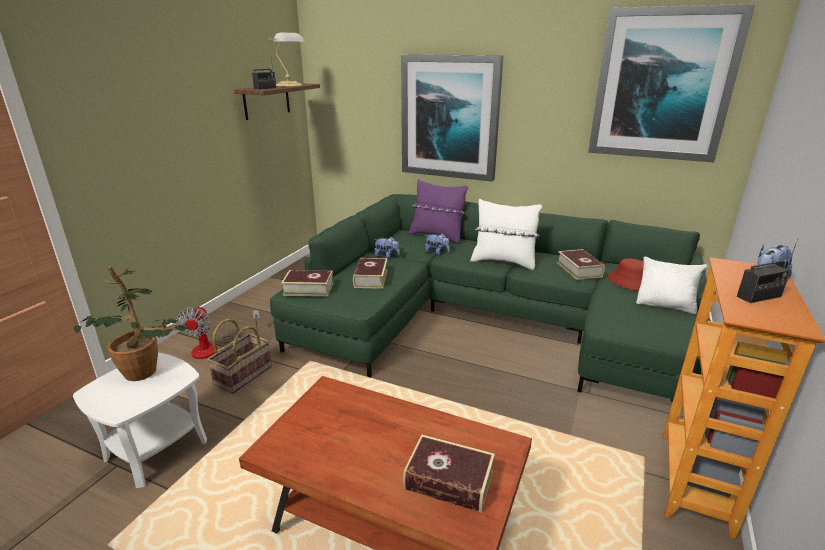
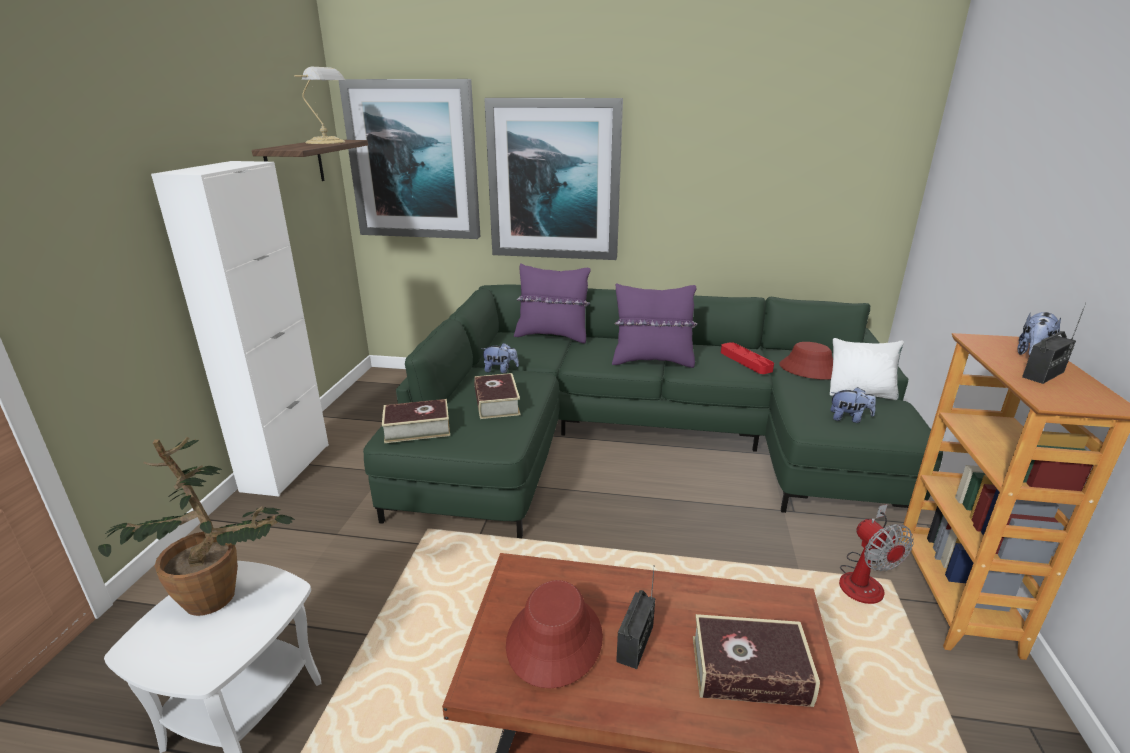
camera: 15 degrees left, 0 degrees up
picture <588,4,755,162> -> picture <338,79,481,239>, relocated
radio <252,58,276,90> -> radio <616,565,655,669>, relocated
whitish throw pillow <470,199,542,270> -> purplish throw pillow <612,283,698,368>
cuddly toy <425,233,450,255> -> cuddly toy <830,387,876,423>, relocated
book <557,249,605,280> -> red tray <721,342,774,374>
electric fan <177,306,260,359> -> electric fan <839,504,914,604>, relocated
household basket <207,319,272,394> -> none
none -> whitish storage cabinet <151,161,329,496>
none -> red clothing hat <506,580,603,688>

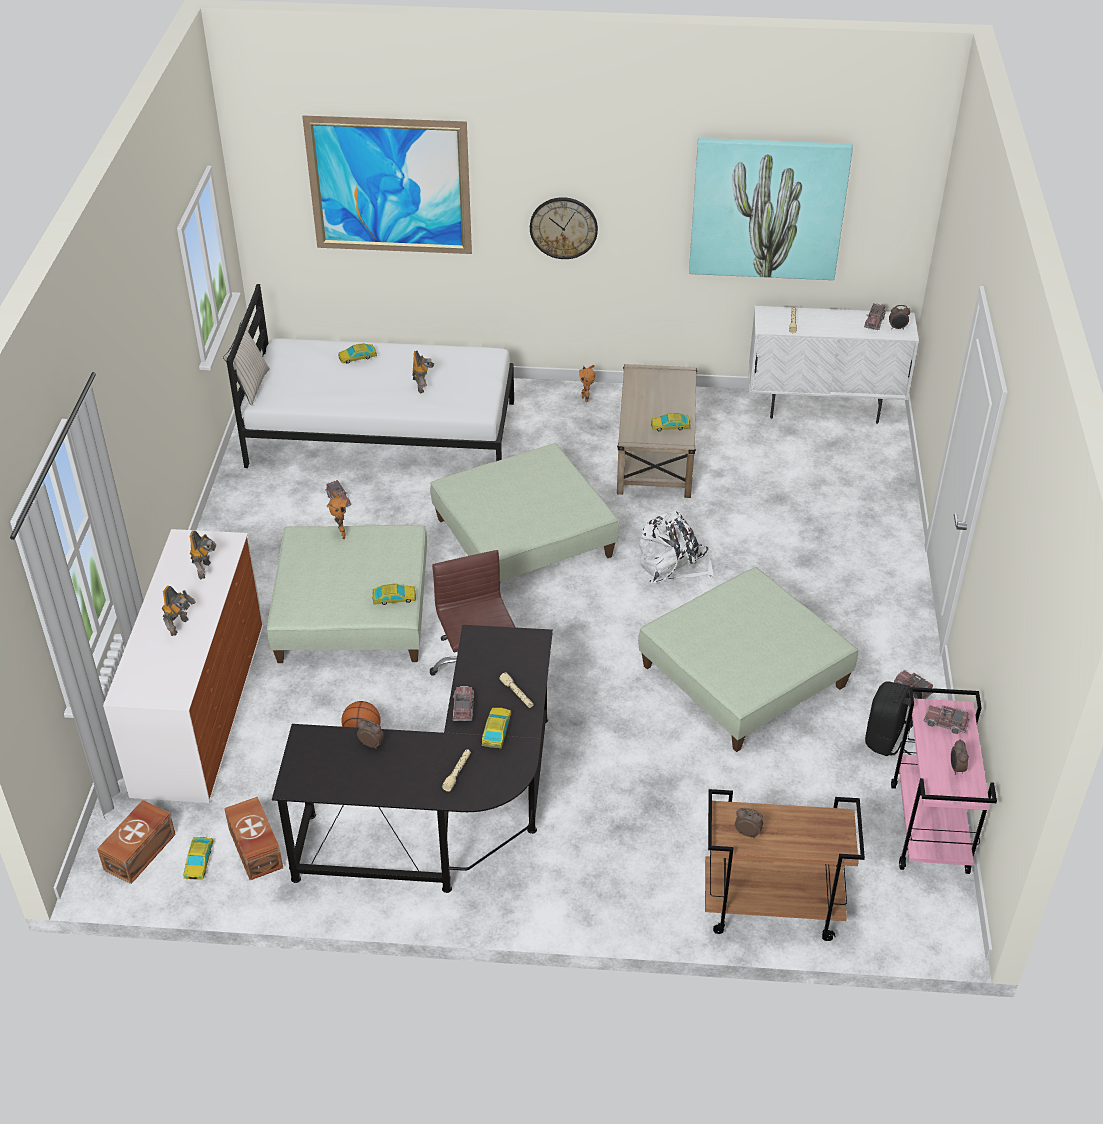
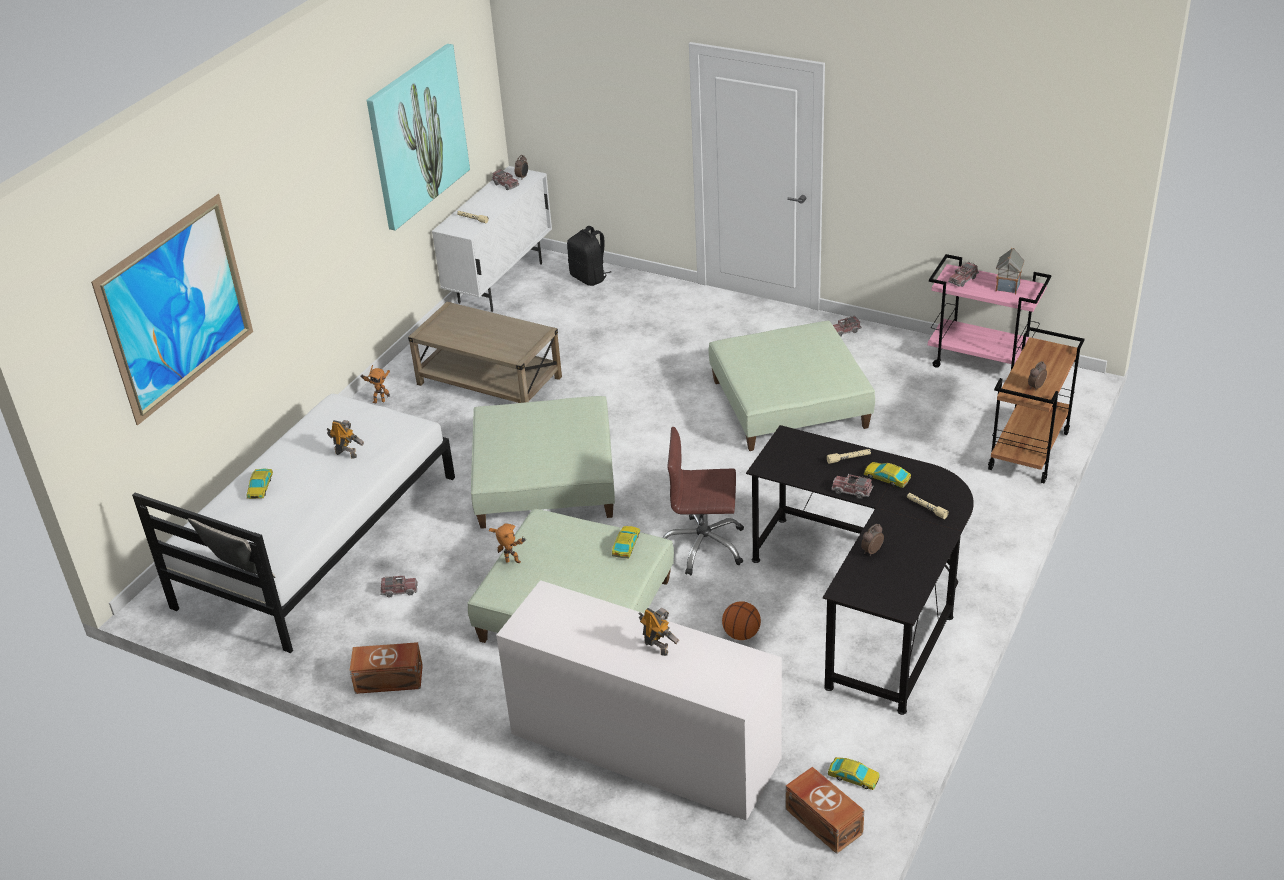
camera: 65 degrees left, 5 degrees down
hanging clock <530,197,598,259> -> none
miniature car <651,413,690,432> -> none
whitish rucksack <639,511,713,584> -> none
toy robot <189,531,216,580> -> none
blackish rucksack <865,681,922,756> -> blackish rucksack <567,226,611,286>, relocated
table clock <951,739,969,775> -> toy house <996,247,1024,294>
brown-coloured storage box <224,797,283,880> -> brown-coloured storage box <350,642,423,694>, relocated

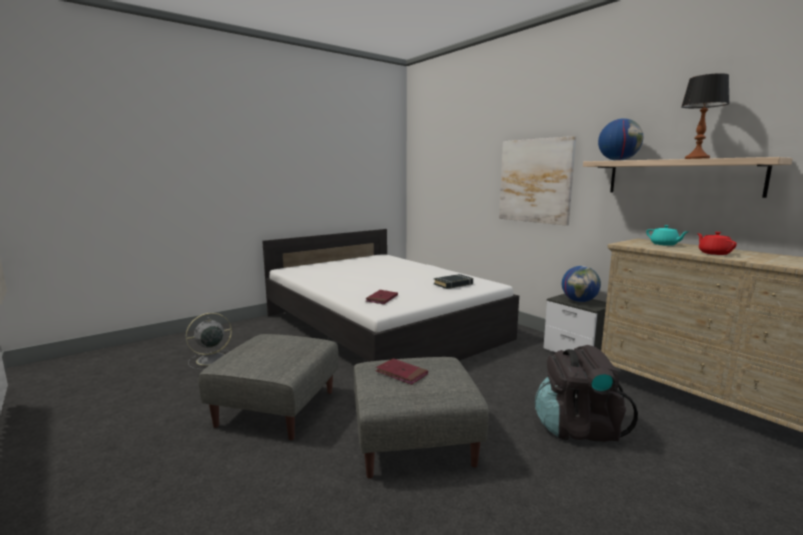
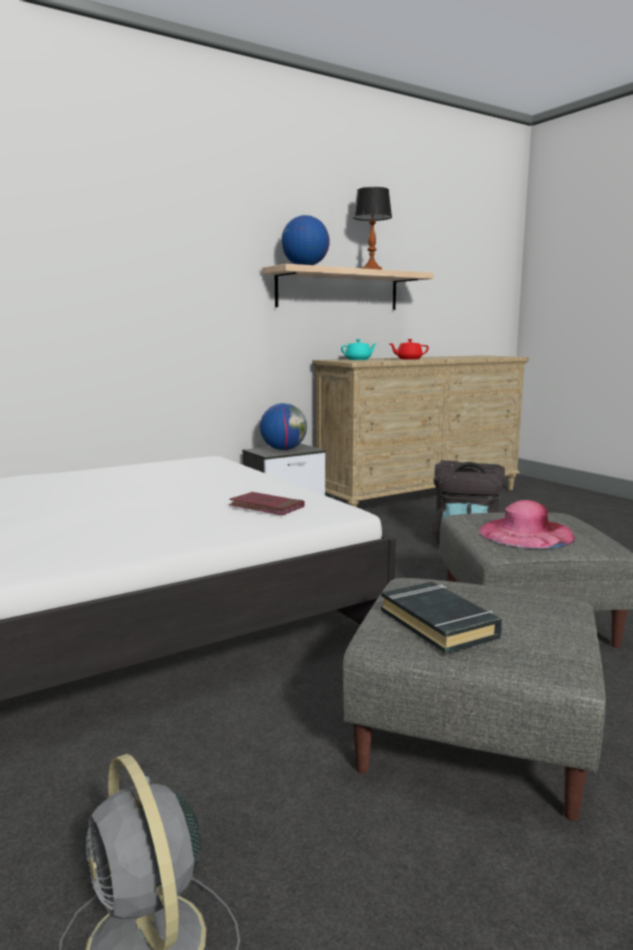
camera: 85 degrees left, 0 degrees up
picture <499,136,576,226> -> none
blackish book <434,274,473,289> -> blackish book <381,582,502,654>, relocated
red book <376,358,428,385> -> pink clothing hat <479,500,575,549>

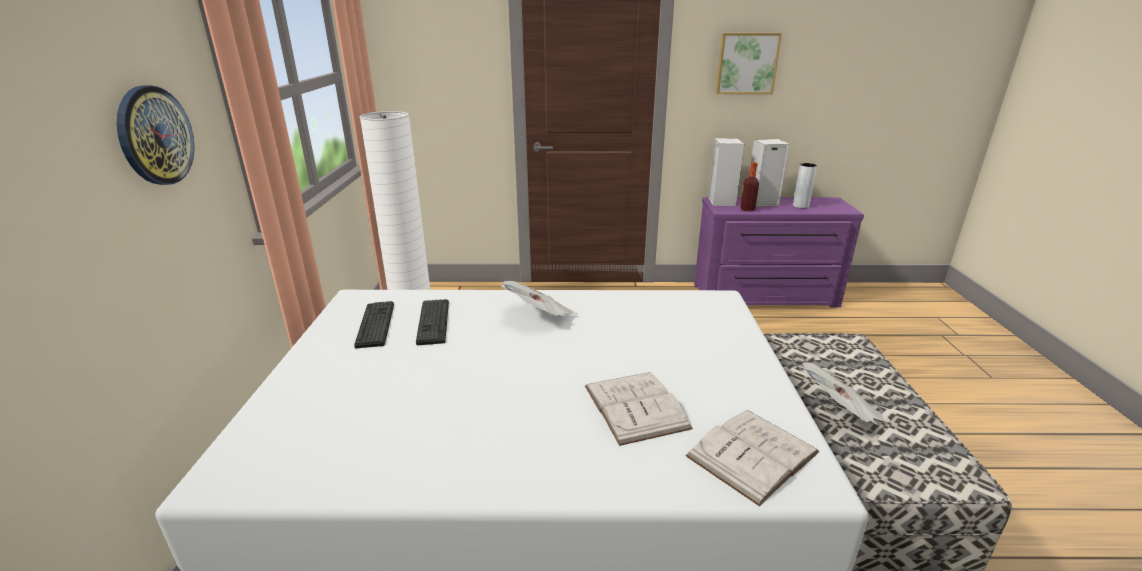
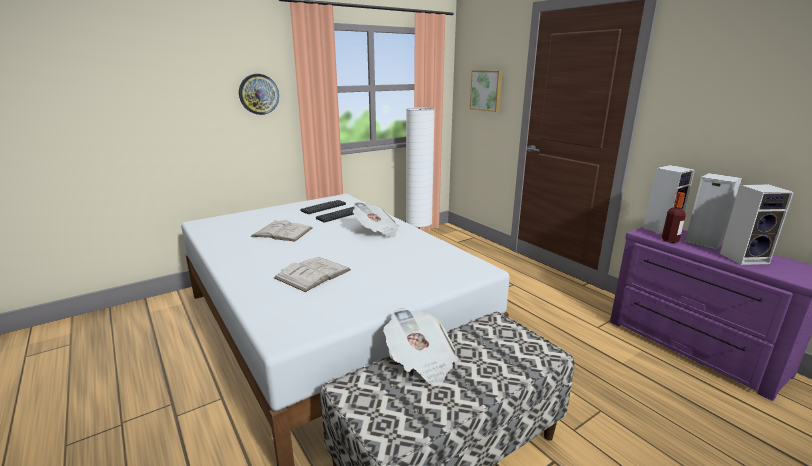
camera: 55 degrees right, 5 degrees down
picture <716,33,782,94> -> picture <470,70,502,112>, relocated
gray vase <793,163,817,208> -> loudspeaker <720,184,794,265>
whitish book <685,410,819,506> -> whitish book <250,220,312,241>, relocated

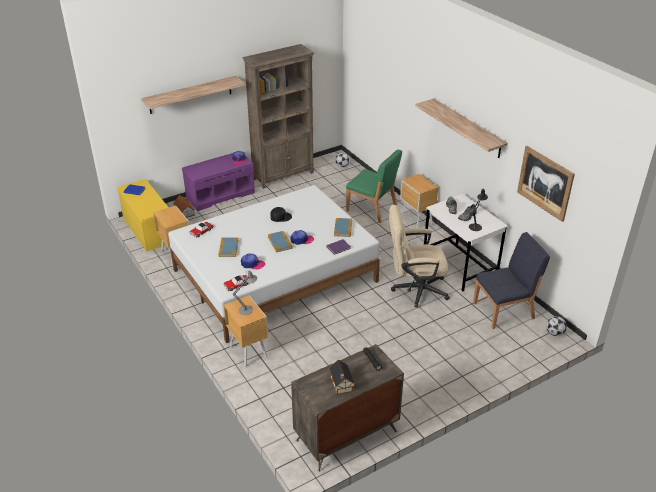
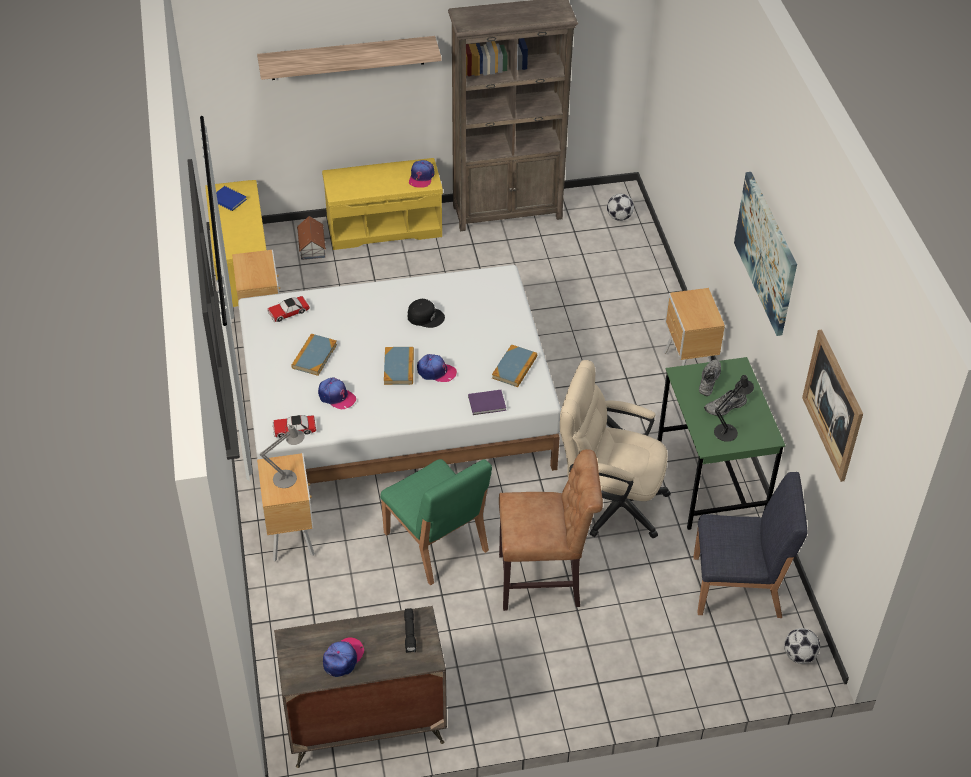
camera: 20 degrees right, 10 degrees up
shelf <415,99,508,158> -> picture <734,172,797,336>
green-coloured plain chair <346,150,402,223> -> green-coloured plain chair <380,459,492,585>, relocated
purplish indoor bench <182,153,255,211> -> yellowish indoor bench <322,158,443,250>
whitish desk unit <424,194,508,292> -> green-coloured desk unit <657,357,786,530>
toy house <329,360,355,394> -> baseball cap <323,638,364,677>
none -> brown-coloured plain chair <499,449,603,611>

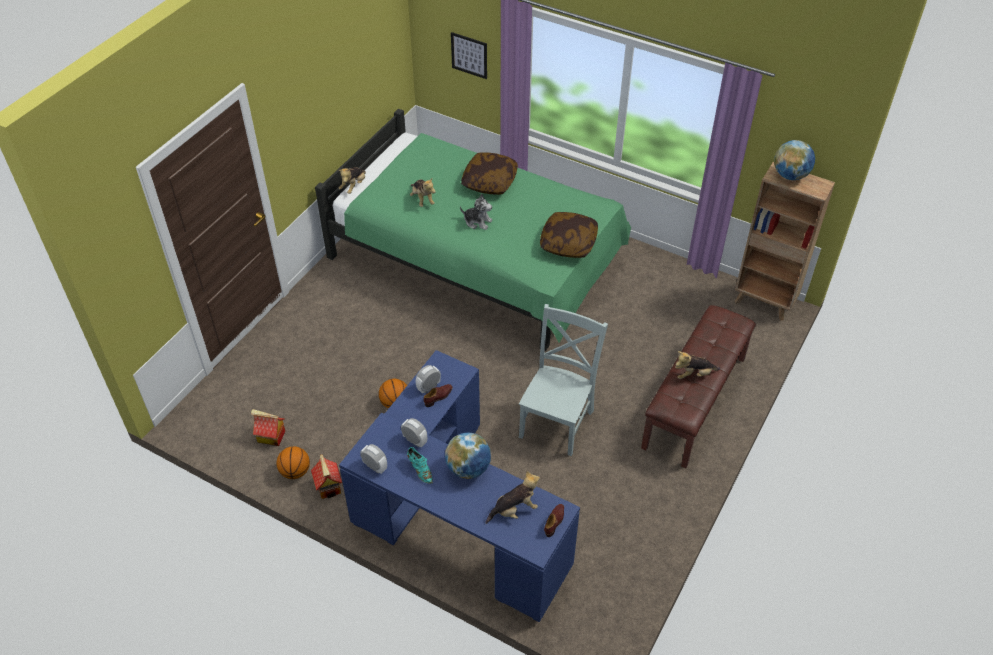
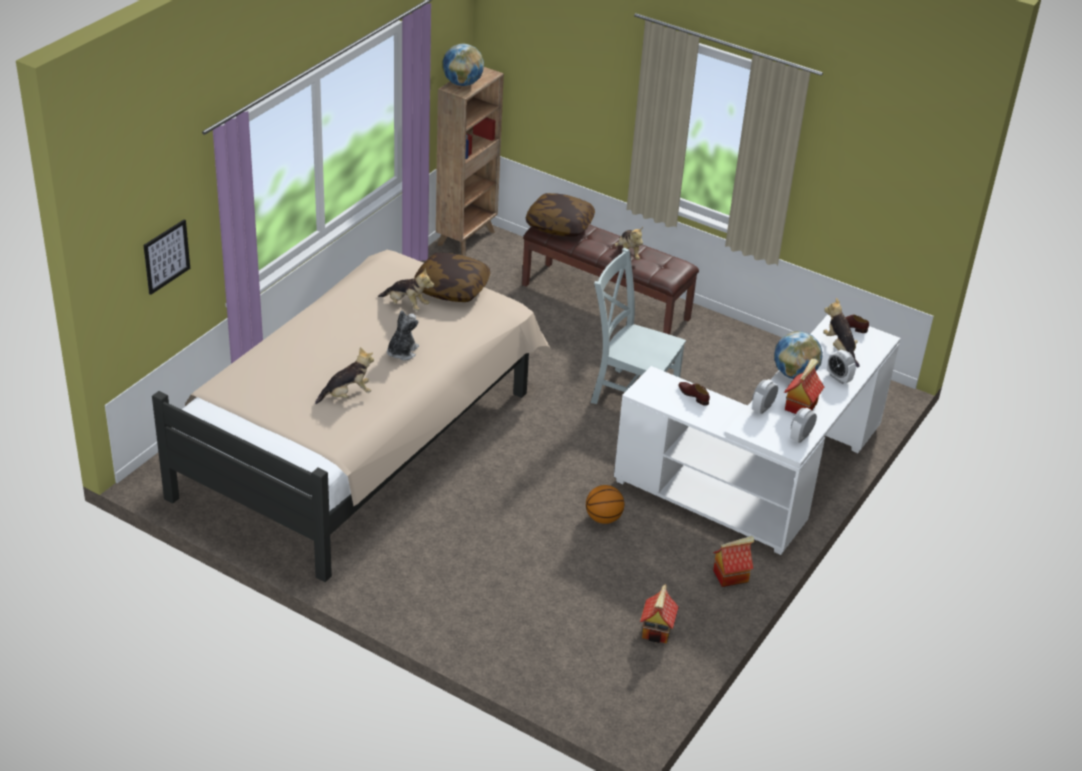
camera: 90 degrees left, 10 degrees down
green-coloured sleeping bed <315,109,631,351> -> beige sleeping bed <152,250,550,582>
throw pillow <461,152,518,195> -> throw pillow <526,193,595,237>, relocated
cuddly toy <339,167,366,194> -> cuddly toy <378,268,434,311>, relocated
blue-coloured desk unit <339,350,580,622> -> whitish desk unit <614,314,901,555>
table clock <416,365,441,394> -> table clock <827,350,856,384>, relocated
basketball ball <277,446,310,479> -> none
turquoise-coloured low shoe <407,447,433,484> -> toy house <784,359,824,414>

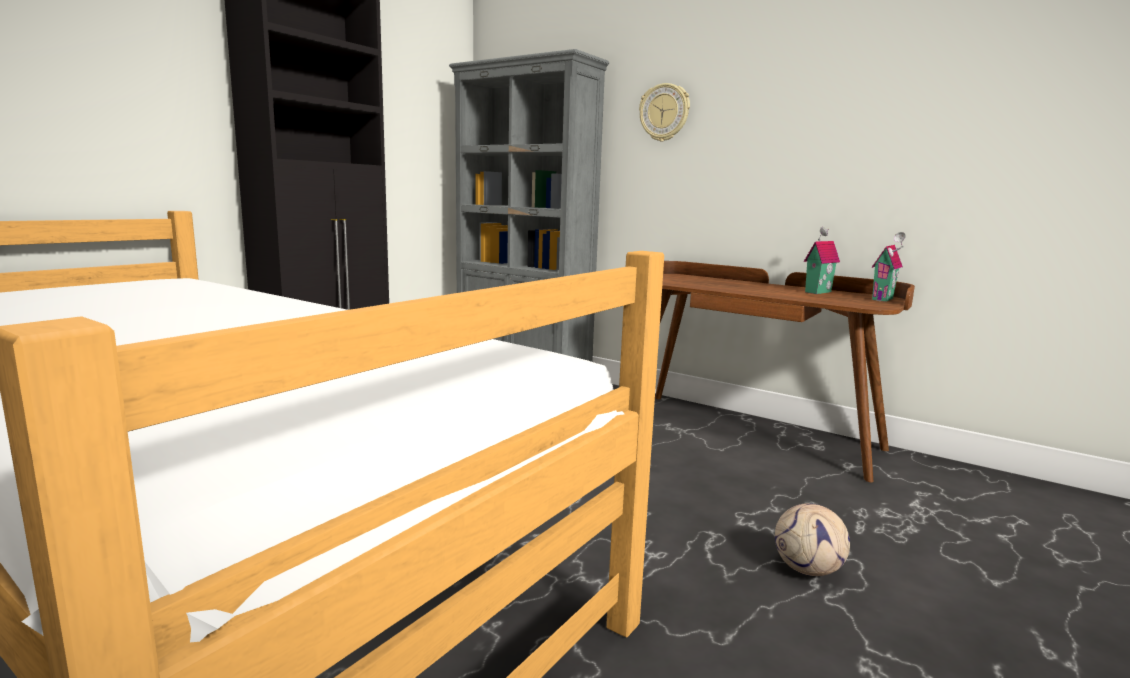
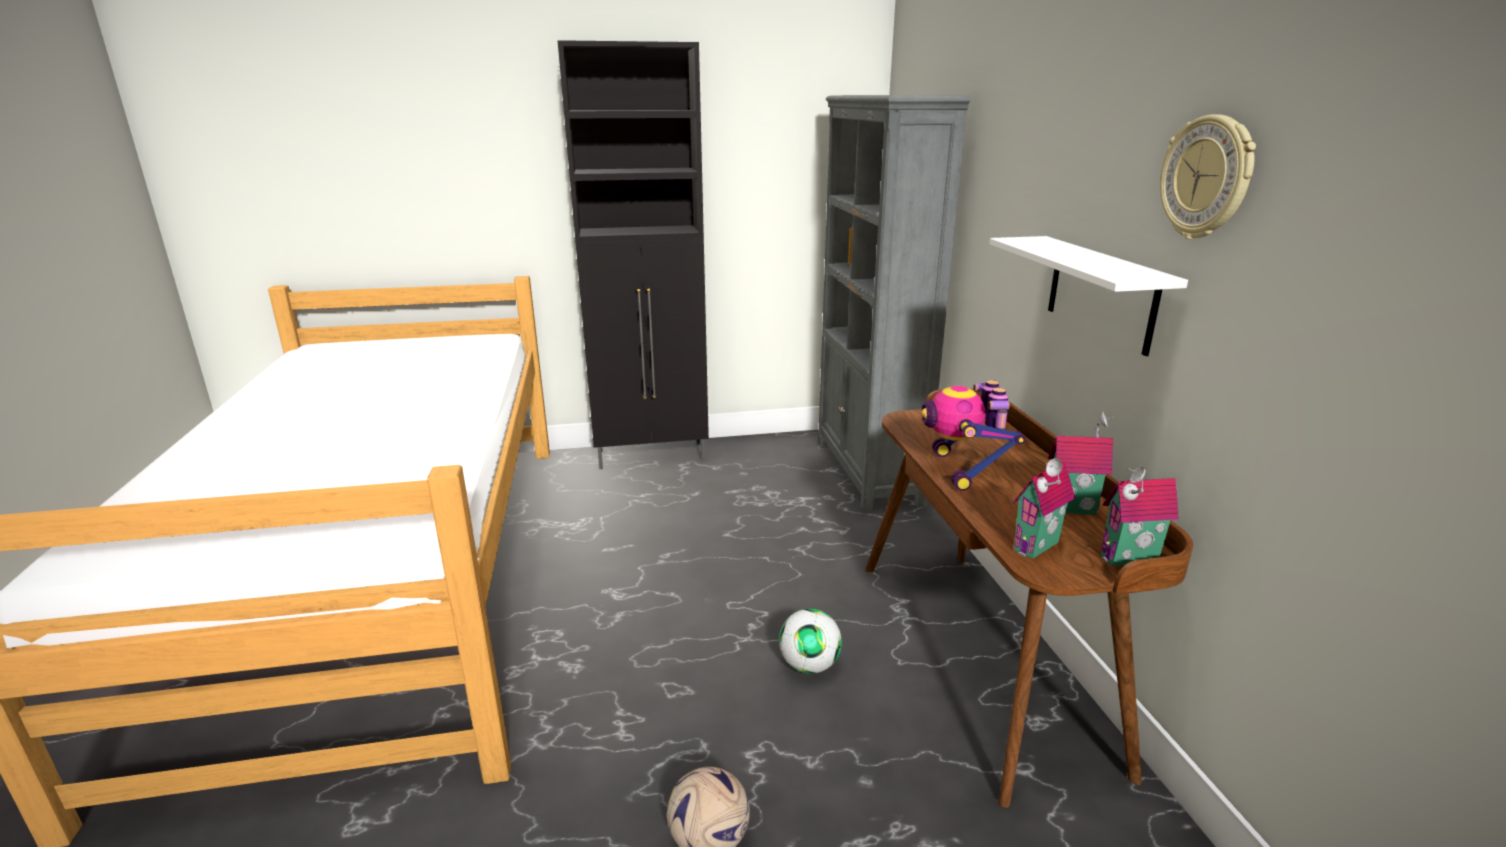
camera: 45 degrees right, 10 degrees up
hanging clock <639,83,690,142> -> hanging clock <1160,114,1256,239>, relocated
none -> whitish shelf <989,236,1188,356>
none -> toy robot <921,380,1026,491>
none -> toy house <1012,458,1075,559>
none -> football <779,609,842,674>

